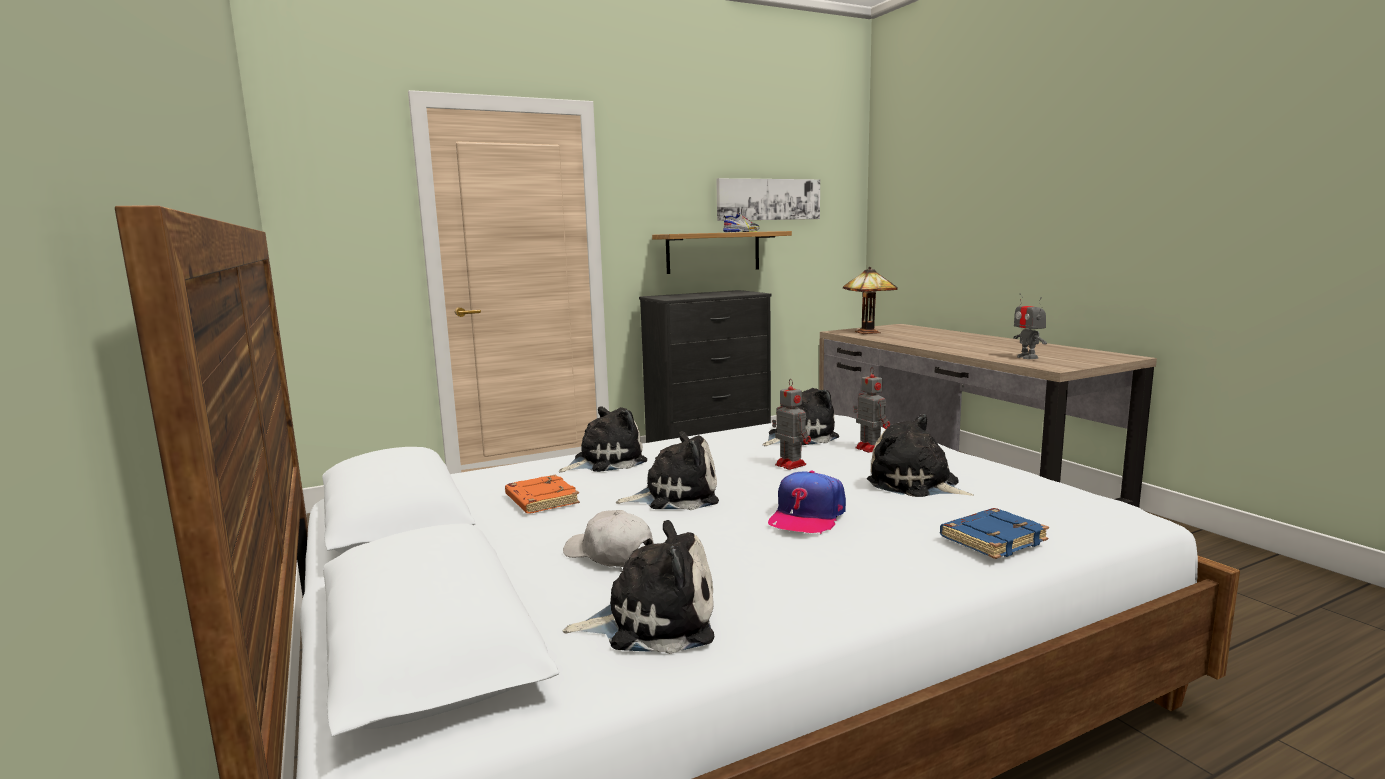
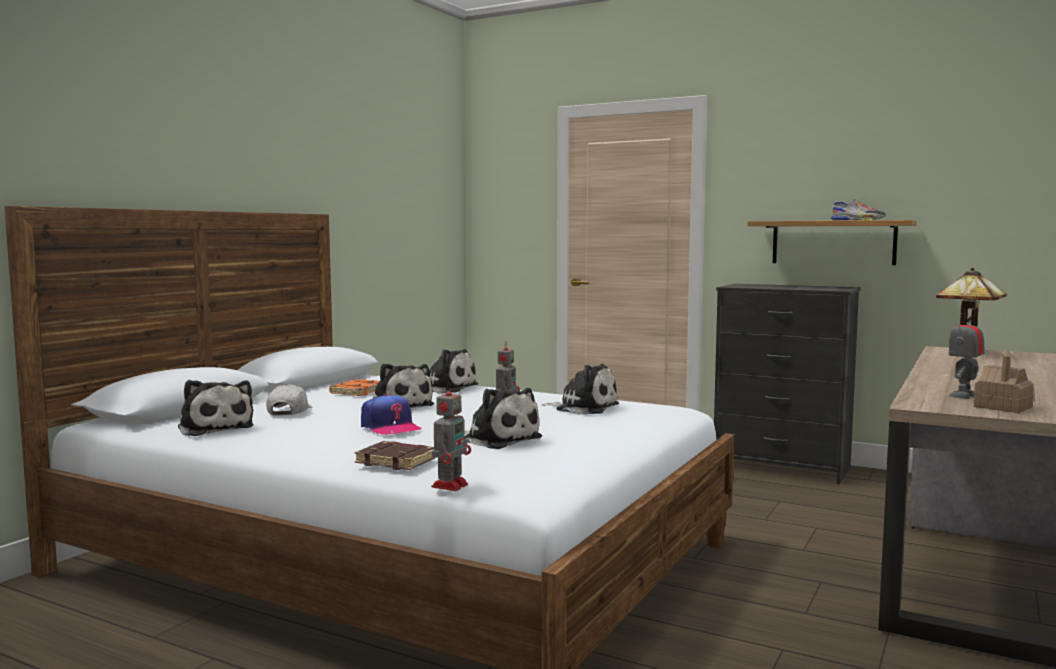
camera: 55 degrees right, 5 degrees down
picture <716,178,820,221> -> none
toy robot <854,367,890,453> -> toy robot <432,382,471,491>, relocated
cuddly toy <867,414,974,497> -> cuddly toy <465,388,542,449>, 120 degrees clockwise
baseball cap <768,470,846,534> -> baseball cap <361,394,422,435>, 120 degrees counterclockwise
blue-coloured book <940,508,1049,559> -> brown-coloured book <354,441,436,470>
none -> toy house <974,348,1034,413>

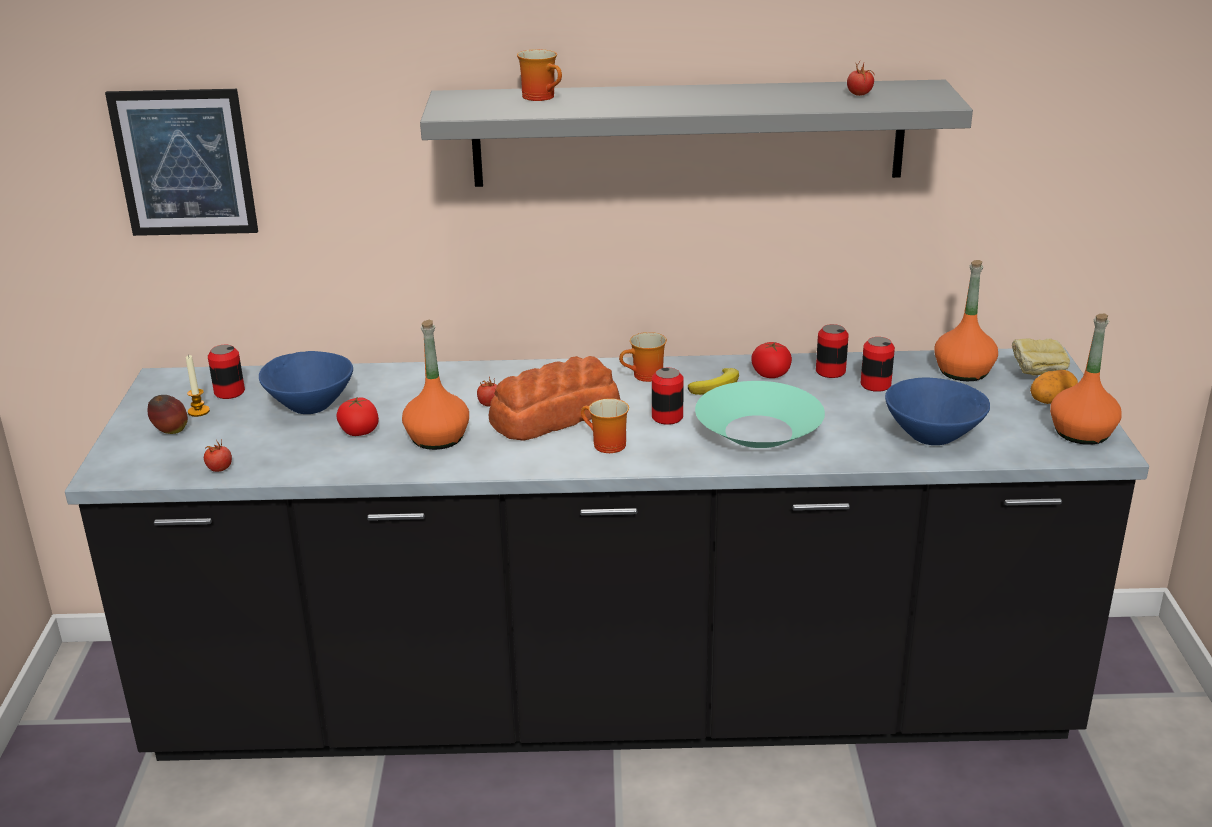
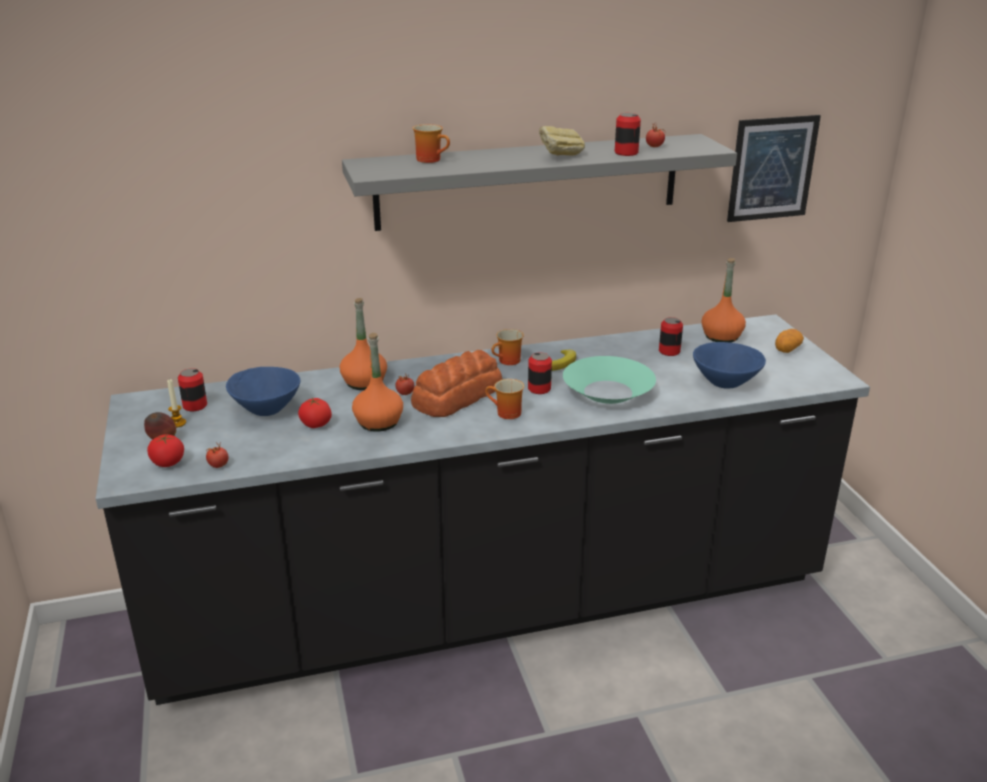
camera: 15 degrees left, 0 degrees up
picture <105,89,258,236> -> picture <727,115,821,222>, relocated
orangey drink bottle <1050,314,1122,445> -> orangey drink bottle <340,298,387,390>, relocated
can <816,324,849,378> -> can <615,113,641,156>, relocated
baked bread <1012,339,1070,376> -> baked bread <539,126,585,156>, relocated
whole tomato <751,342,792,378> -> whole tomato <147,434,184,467>, relocated

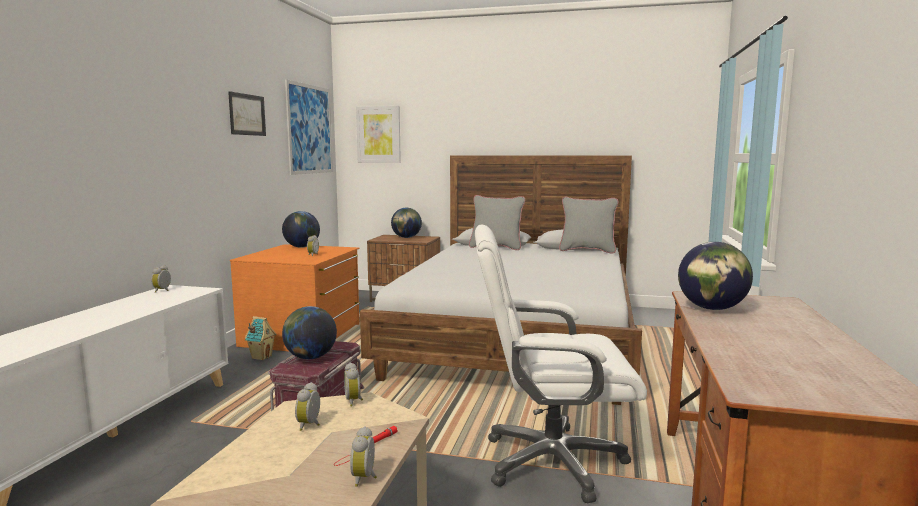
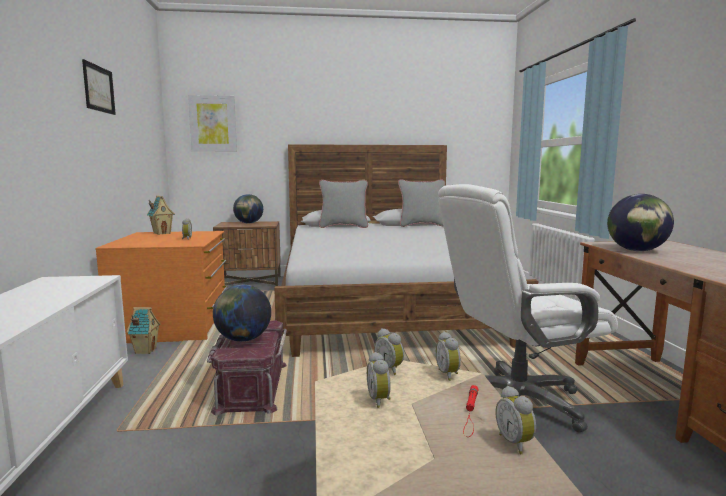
camera: 20 degrees left, 0 degrees up
picture <285,79,333,175> -> none
world globe <282,211,320,248> -> toy house <147,195,175,235>
table clock <151,265,171,293> -> table clock <436,332,461,381>, relocated

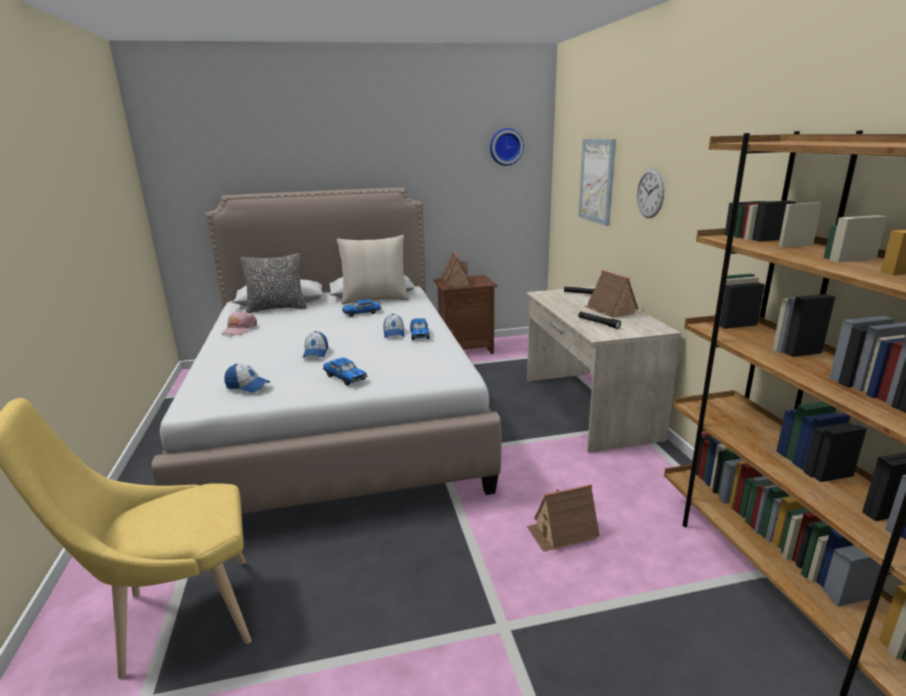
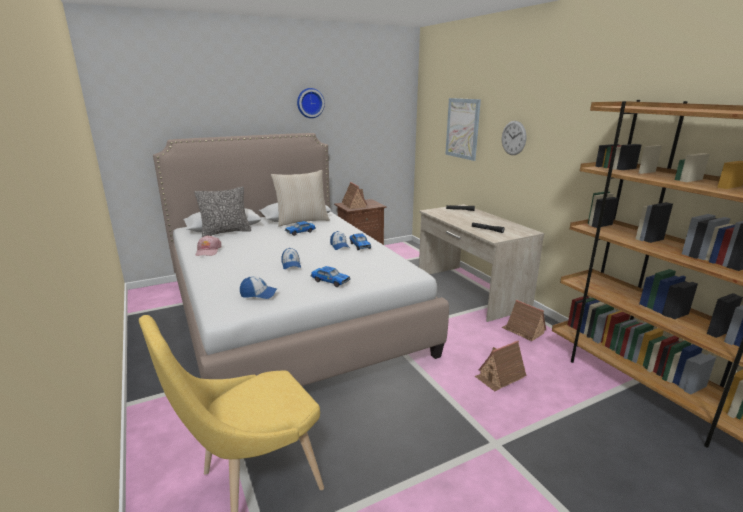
camera: 15 degrees left, 0 degrees up
hanging clock <490,128,524,166> -> hanging clock <297,88,325,118>, relocated
toy house <585,270,638,318> -> toy house <502,300,546,341>, relocated

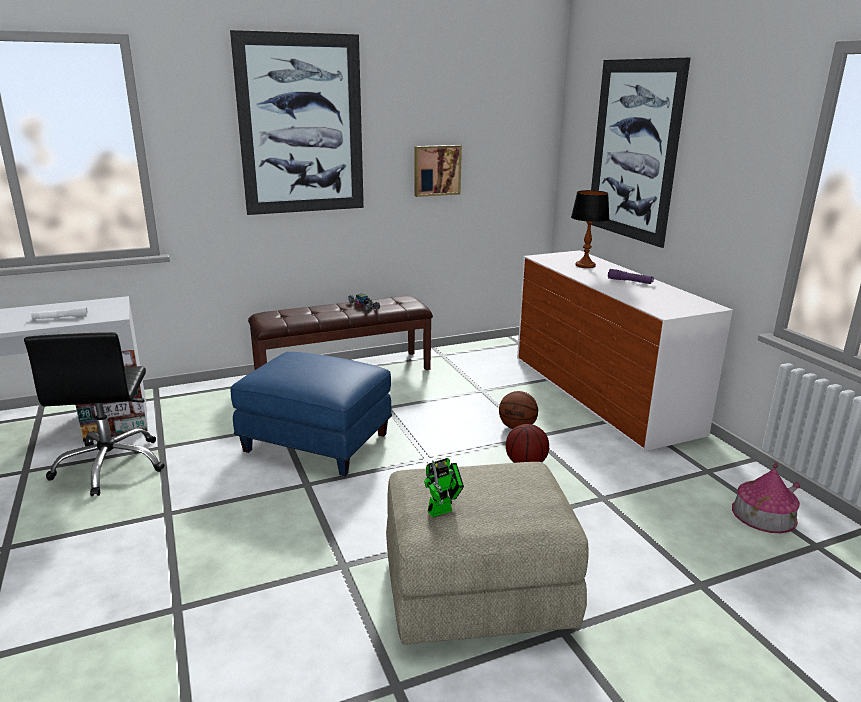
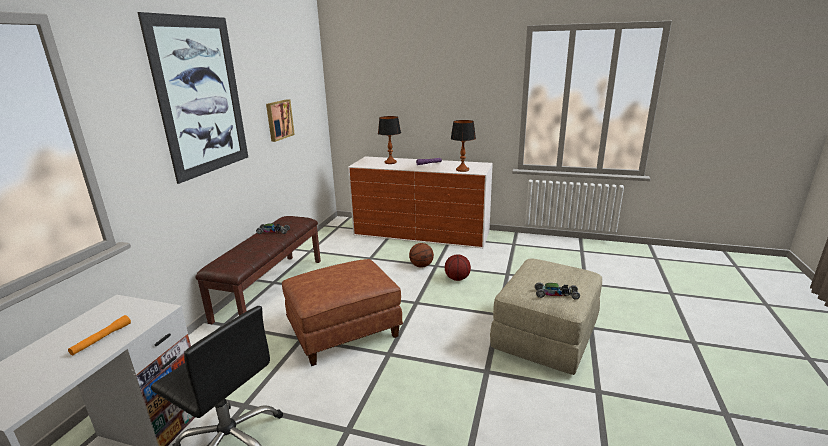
camera: 50 degrees left, 0 degrees up
picture <591,58,690,248> -> none
whitish flashlight <31,307,88,319> -> orangey flashlight <68,315,131,355>
blue-coloured ottoman <230,352,392,476> -> brown-coloured ottoman <282,259,403,366>
toy robot <424,458,464,517> -> miniature car <535,282,580,299>
toy house <732,462,800,533> -> none
none -> table lamp <451,120,476,172>

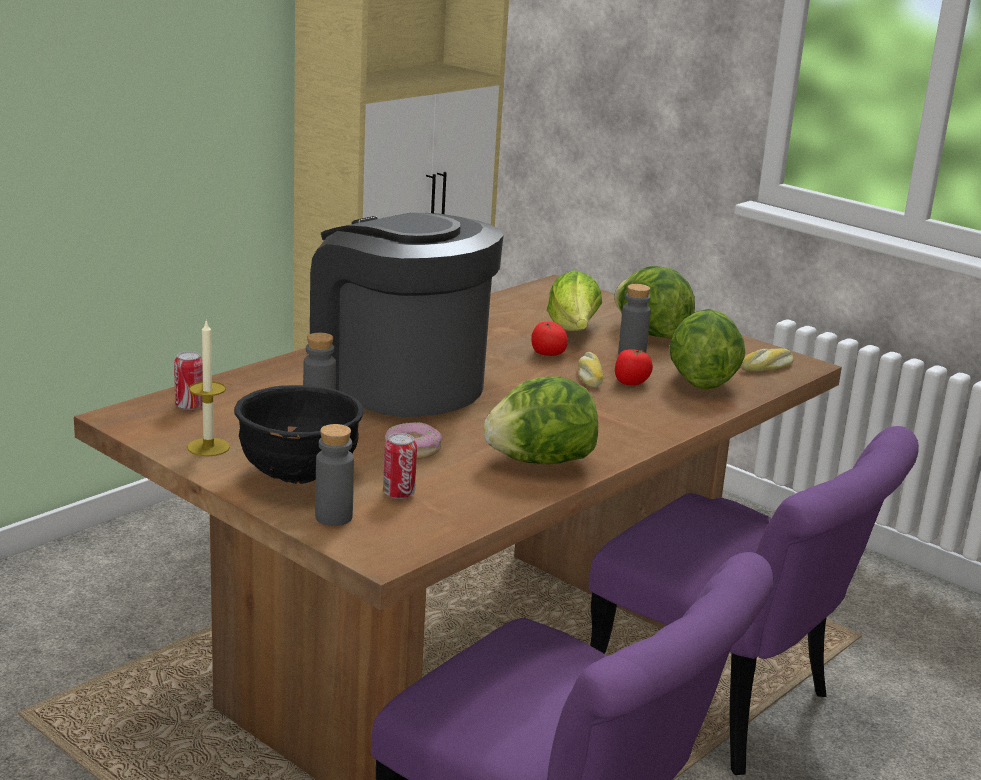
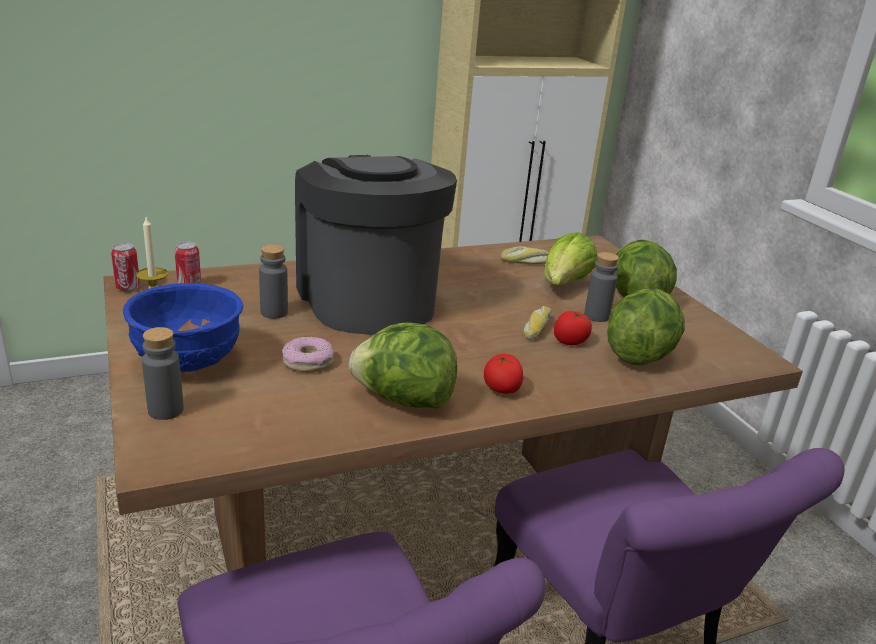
camera: 25 degrees right, 5 degrees up
whole tomato <531,322,568,356> -> whole tomato <484,354,523,394>, relocated
baked bread <741,348,794,371> -> baked bread <501,246,549,264>, relocated
blackish serving bowl <234,385,364,484> -> blue-coloured serving bowl <123,283,243,372>
can <383,433,417,499> -> can <111,243,140,291>, relocated

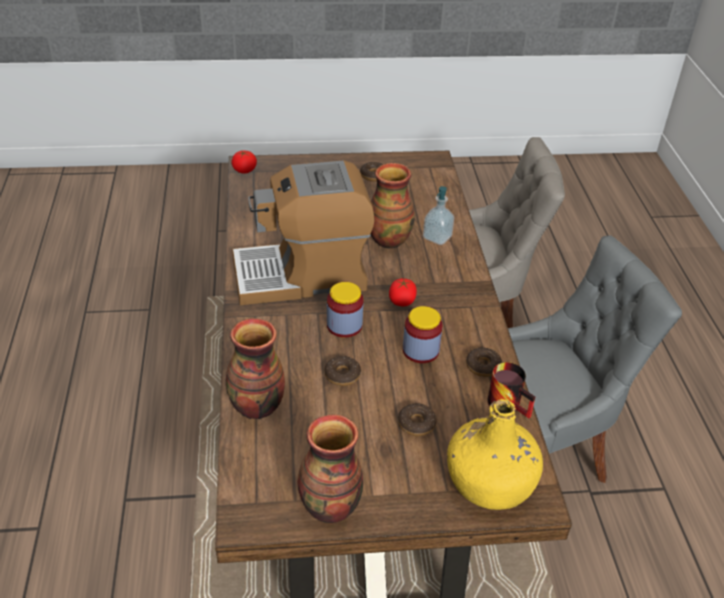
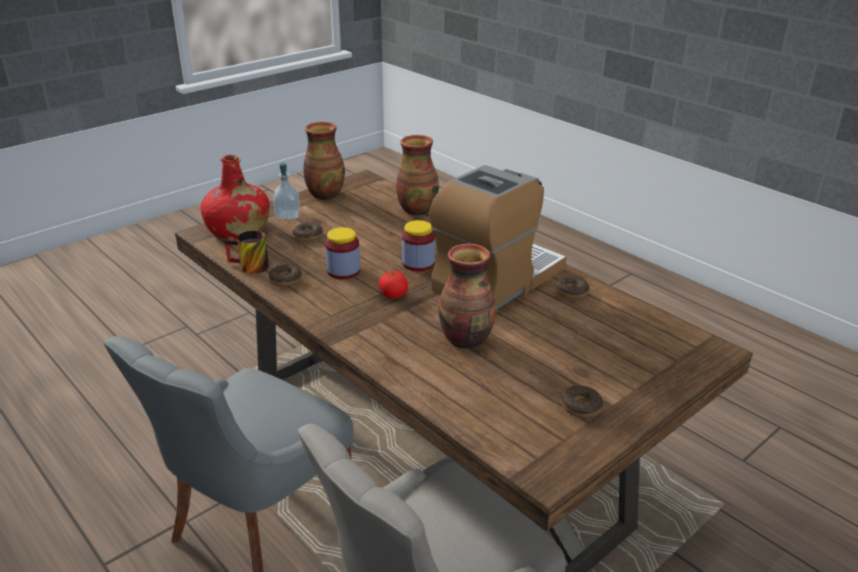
camera: 145 degrees right, 10 degrees down
whole tomato <231,150,257,174> -> none
soap bottle <423,186,454,245> -> soap bottle <273,163,300,220>, relocated
doughnut <324,356,361,386> -> doughnut <555,276,589,299>, relocated
yellowish drink bottle <447,399,543,510> -> red drink bottle <200,155,270,240>

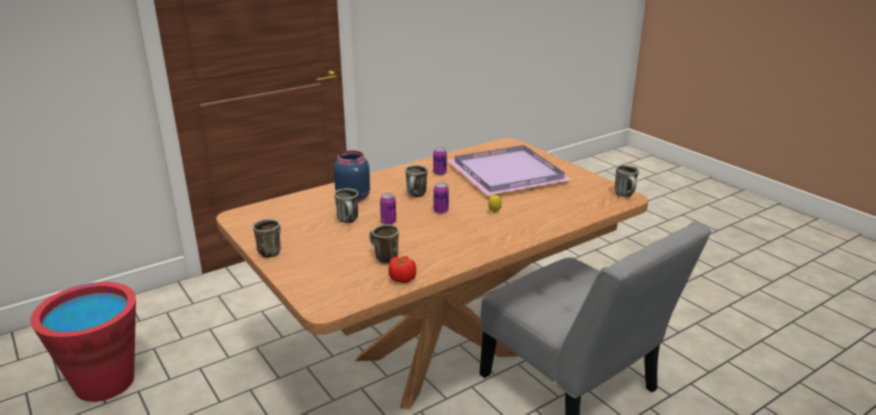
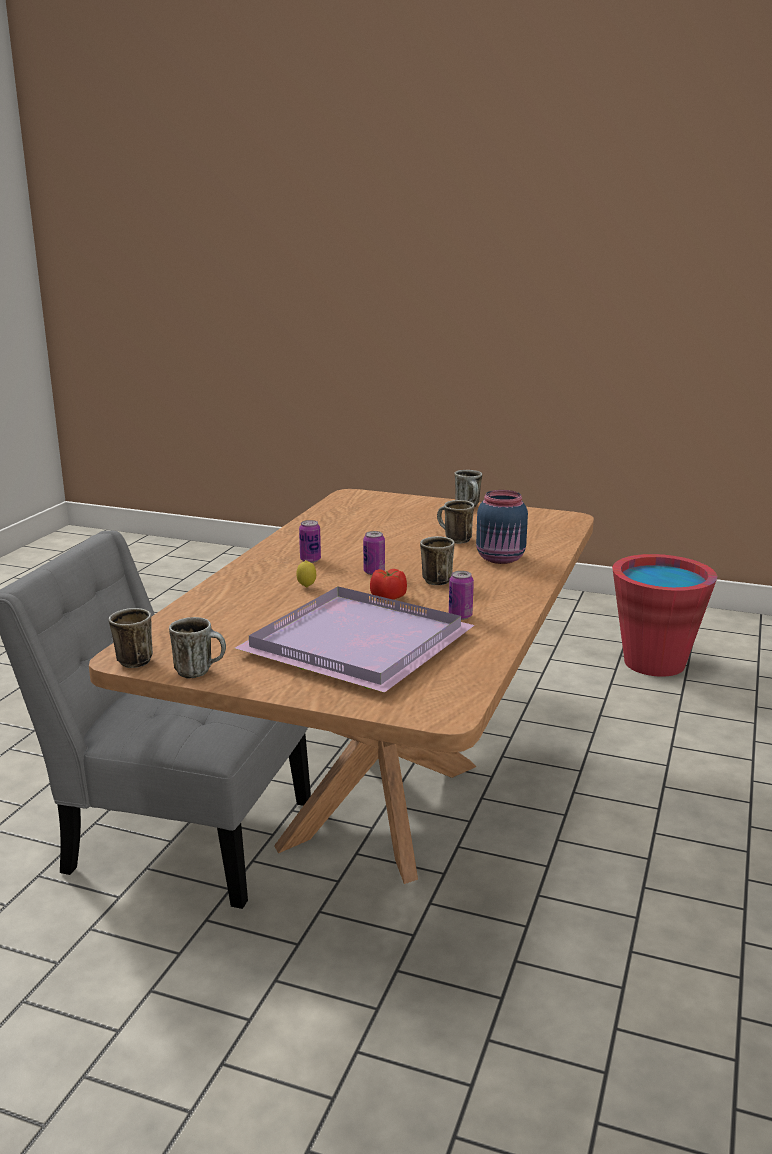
camera: 145 degrees right, 5 degrees down
can <380,193,396,225> -> can <299,520,321,563>, relocated
tea mug <369,224,399,264> -> tea mug <169,617,226,678>, relocated
whole tomato <389,256,416,283> -> whole tomato <370,569,407,600>, relocated

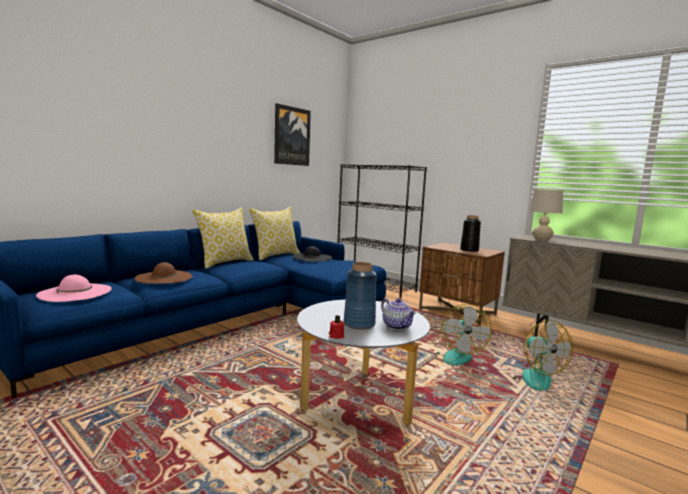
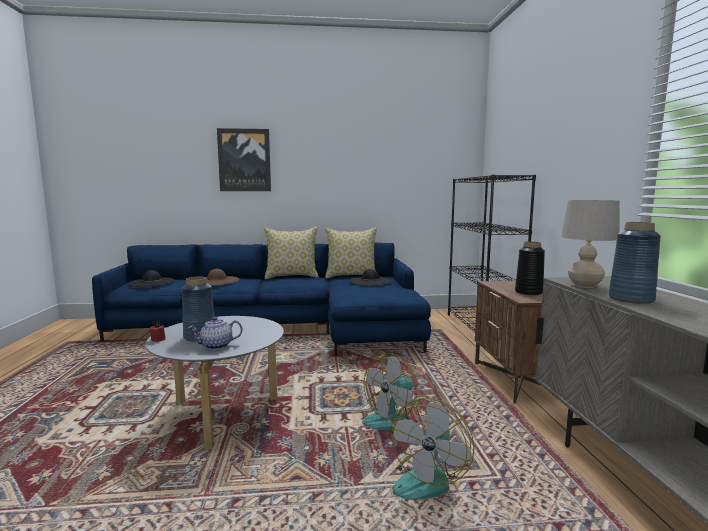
camera: 45 degrees right, 0 degrees up
picture <274,103,311,166> -> picture <217,128,271,191>, relocated
pink clothing hat <36,275,112,302> -> blackish clothing hat <128,270,176,287>
teapot <381,298,416,330> -> teapot <188,317,242,350>, 60 degrees clockwise
none -> blue-coloured vase <609,222,661,304>

